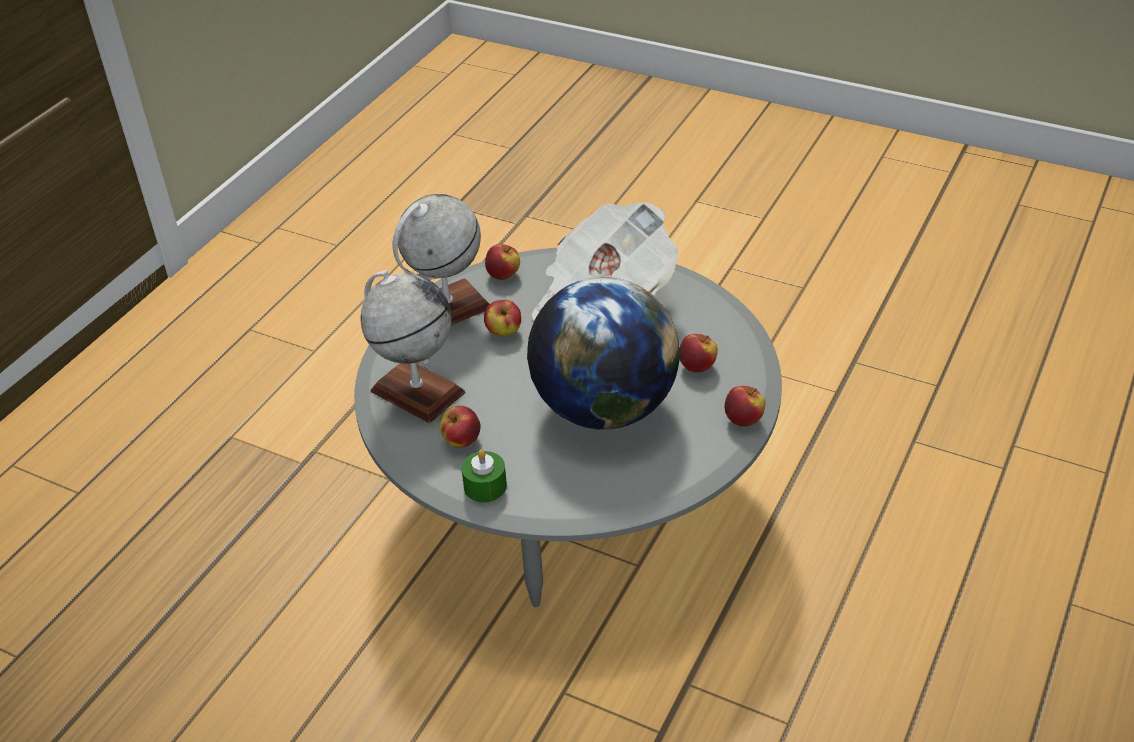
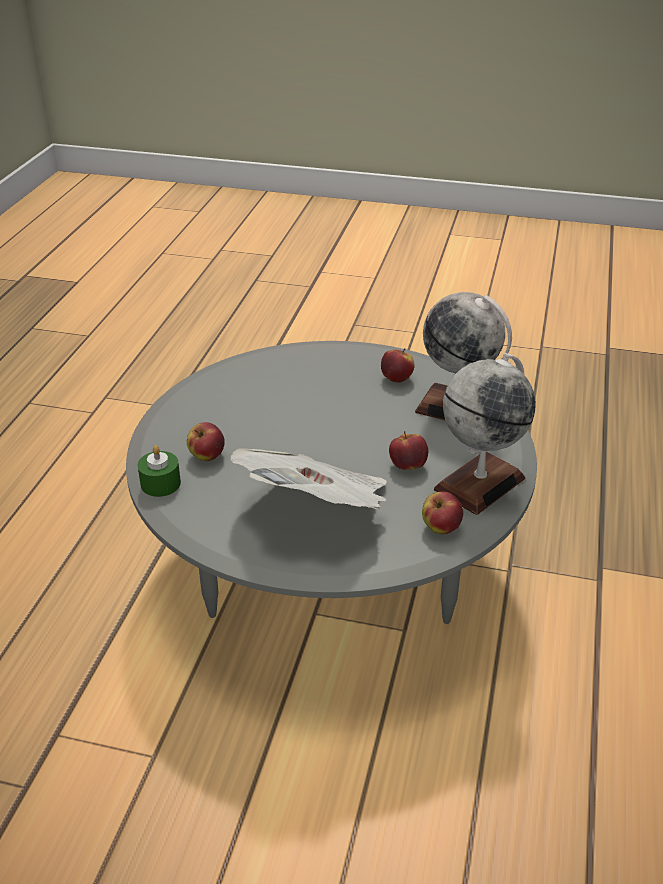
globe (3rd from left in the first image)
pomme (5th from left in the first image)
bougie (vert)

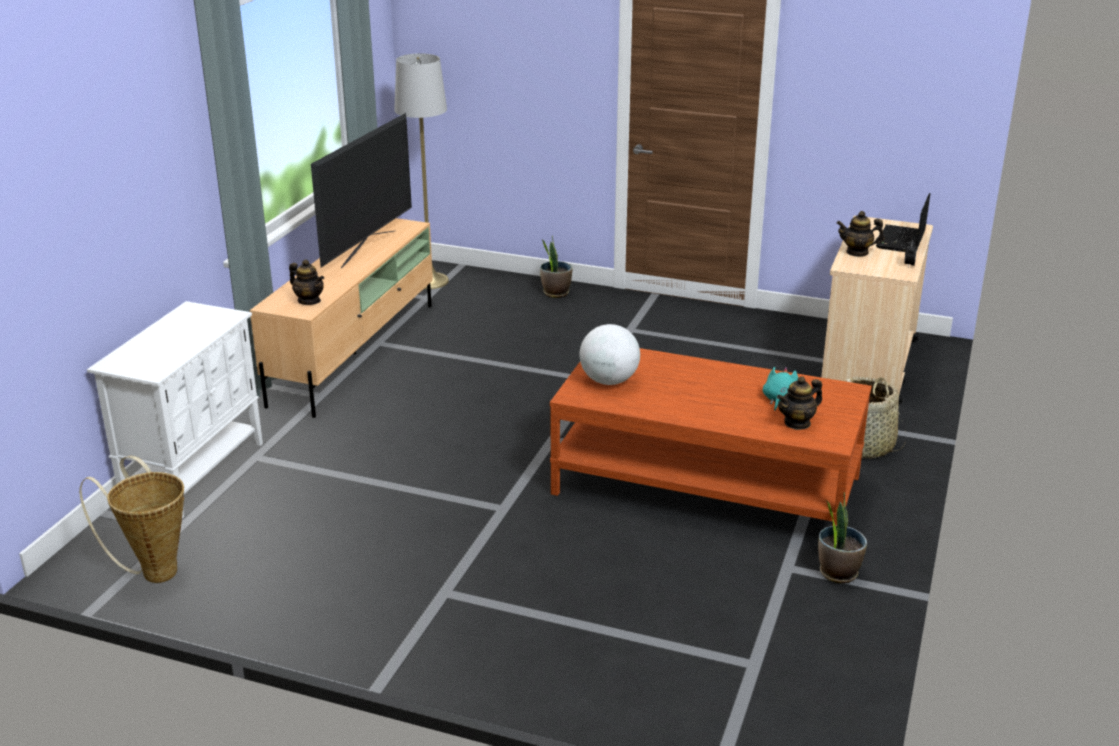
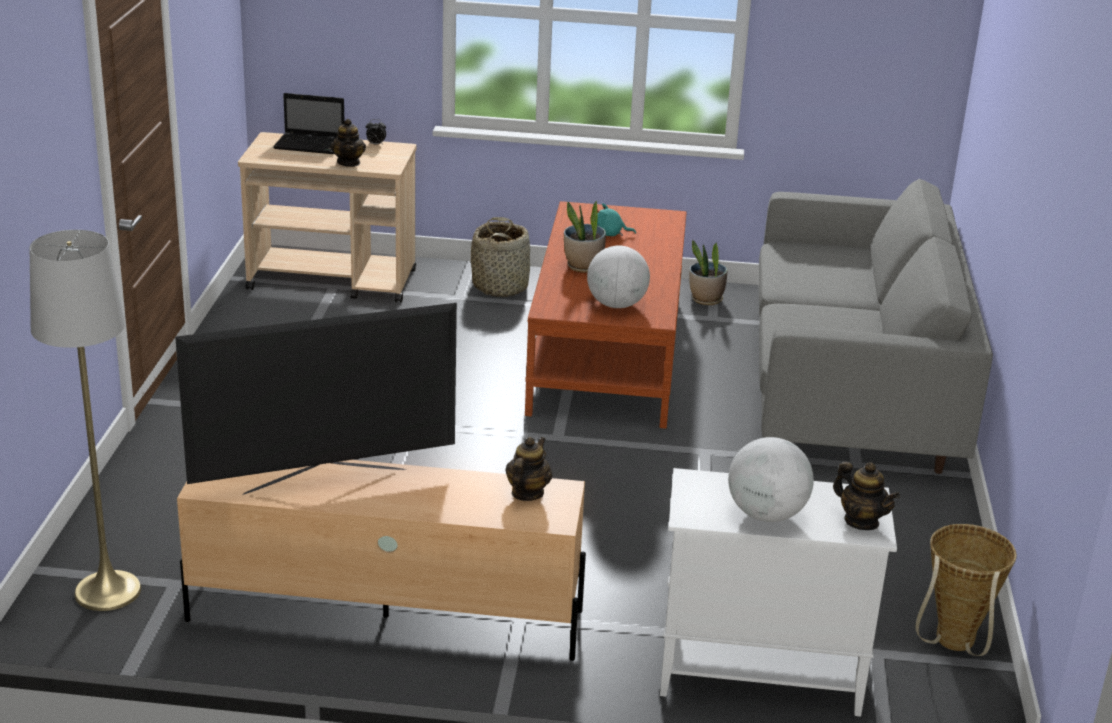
globe (2nd from left)
canapé (gris)
plante en pot (1st from left)
théière (3rd from left)
téléviseur

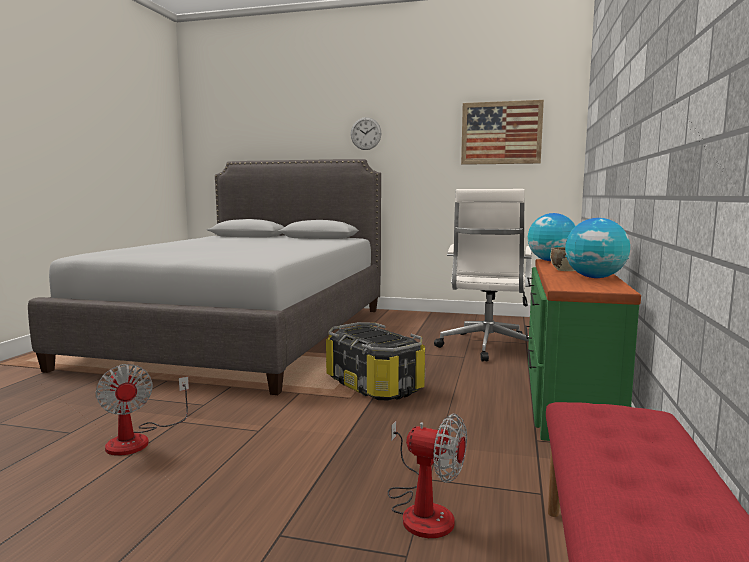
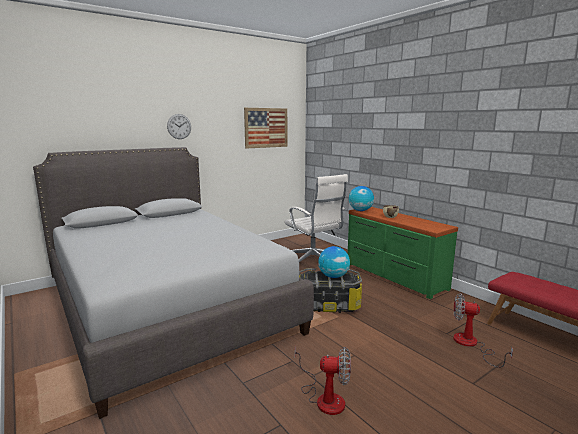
globe (1st from left)
ventilateur (2nd from left)

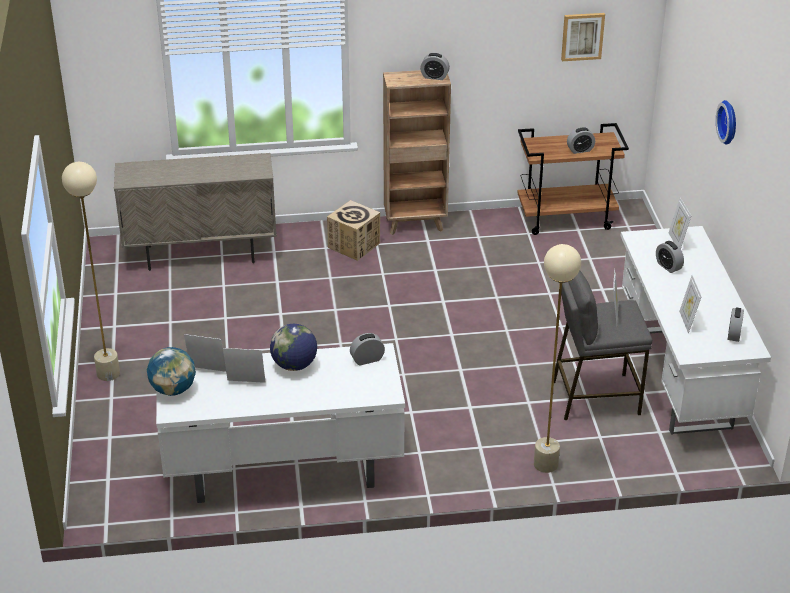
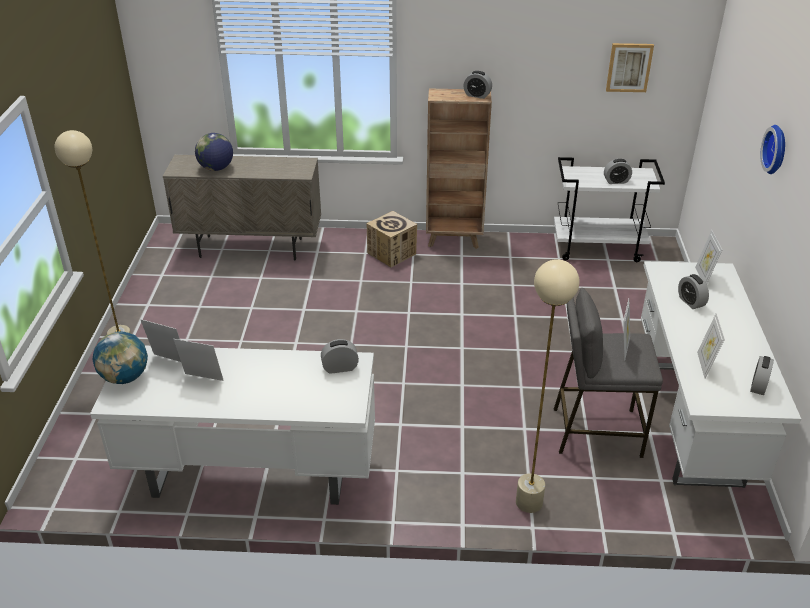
globe (2nd from left)
chariot (blanc)

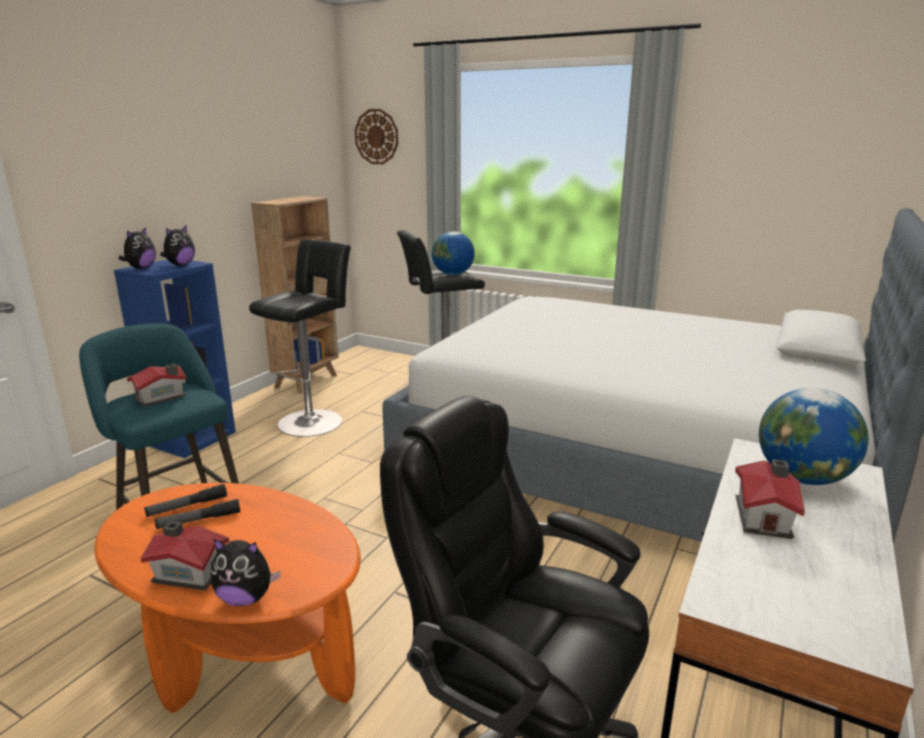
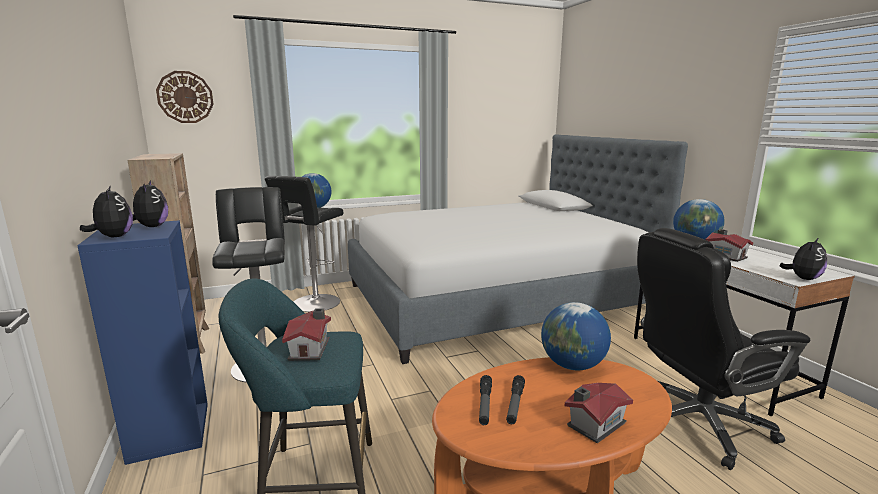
globe (2nd from left)
peluche (3rd from left)

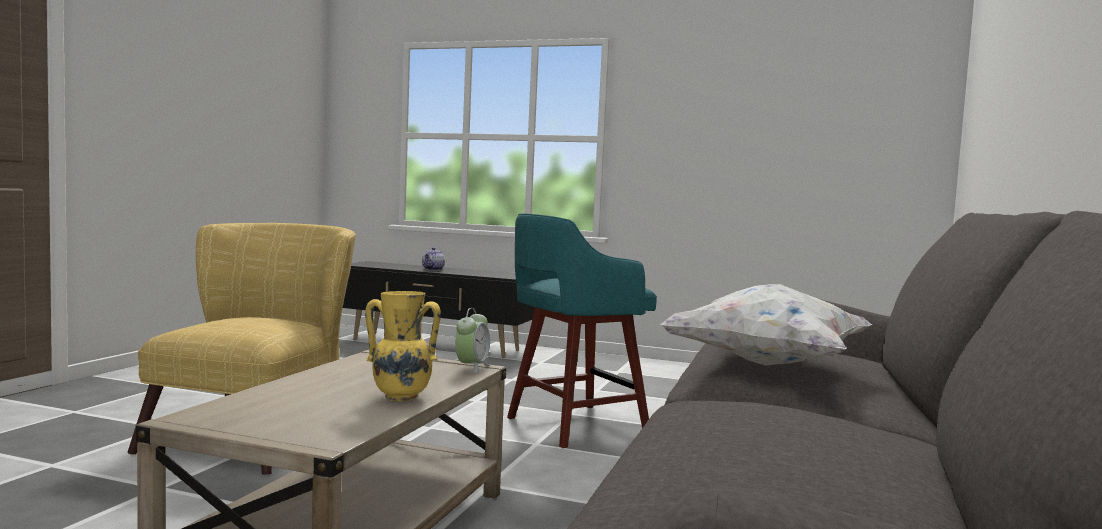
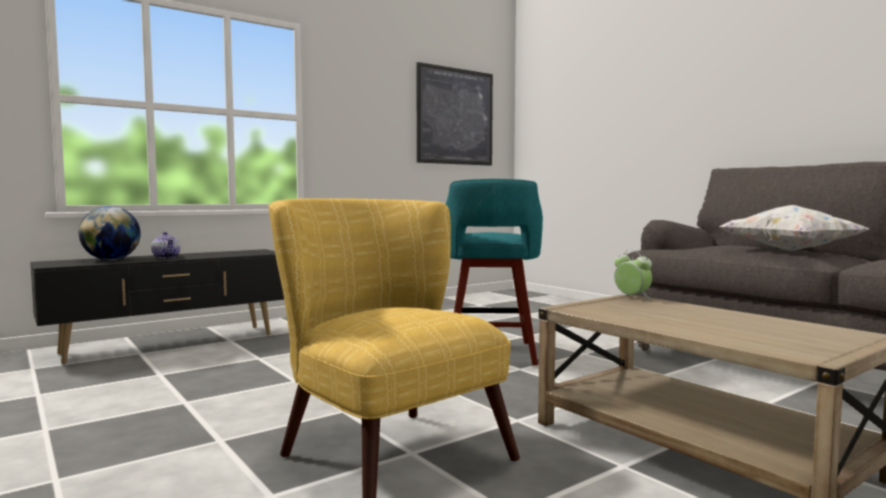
vase (jaune)
globe
tableau

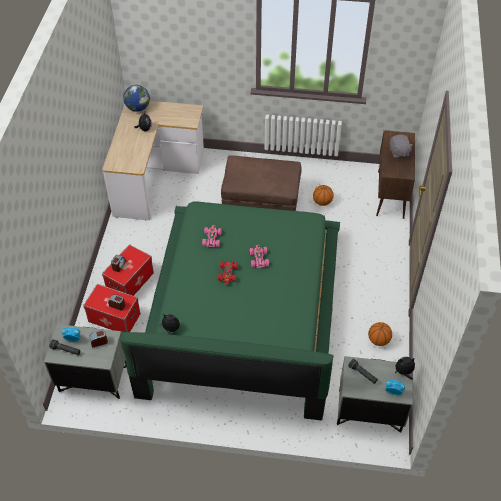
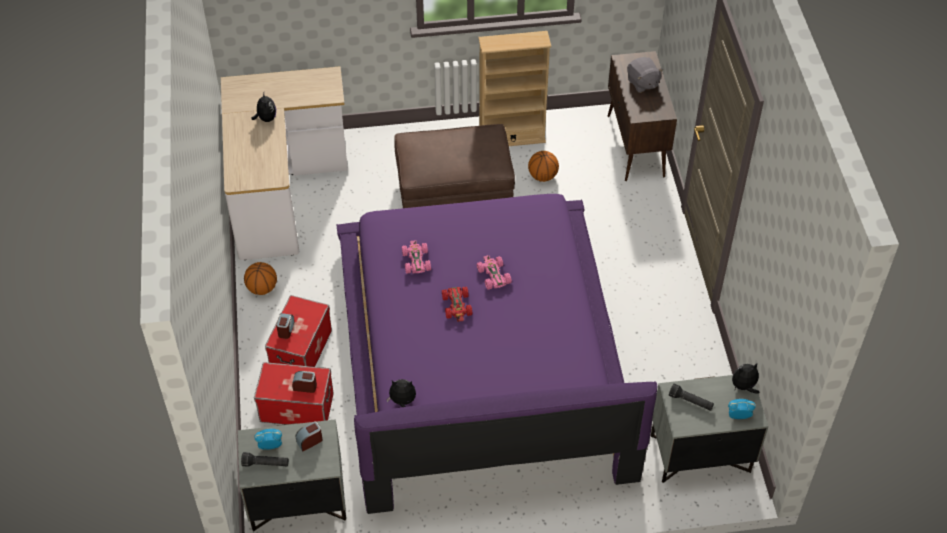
globe
bibliothèque (beige)
ballon de basket (1st from left)
lit (violet)

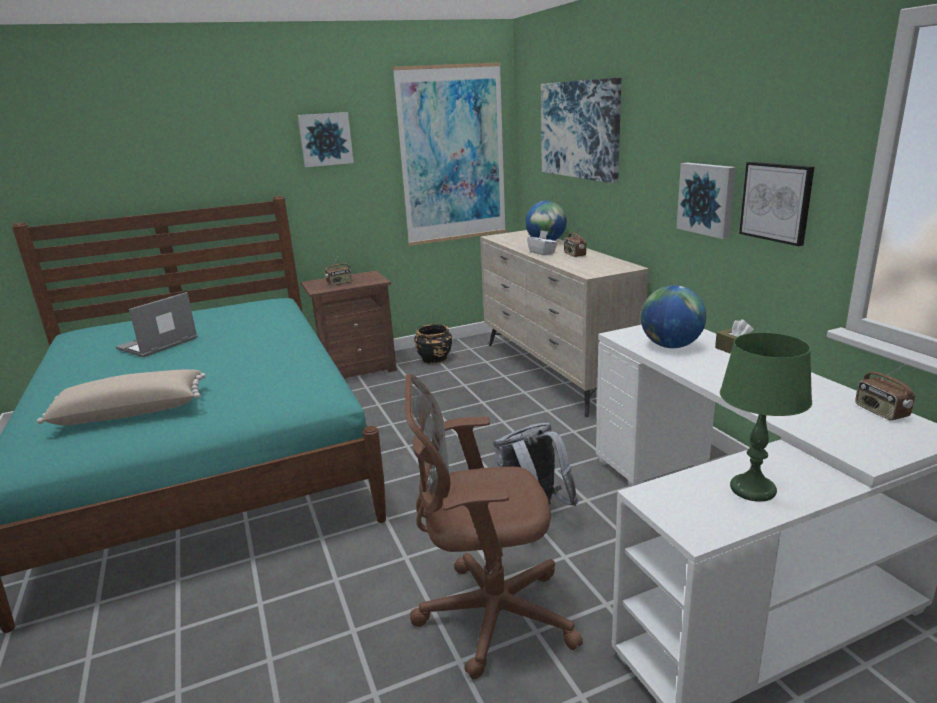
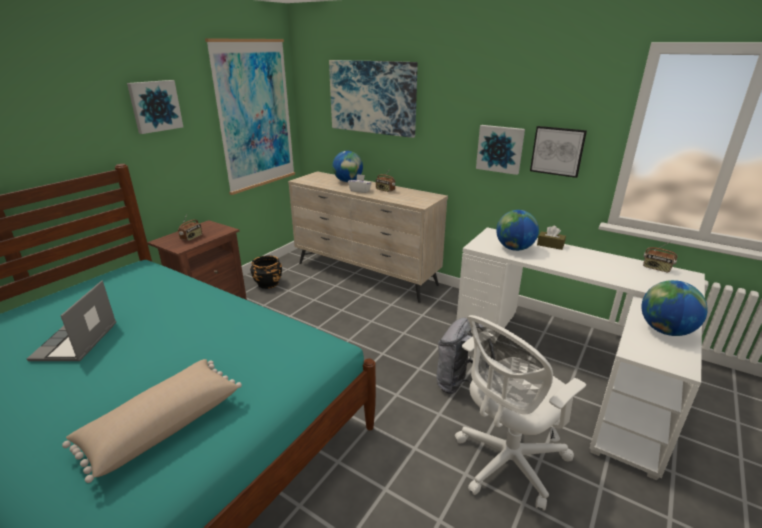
globe (3rd from left)
chaise de bureau (blanc)

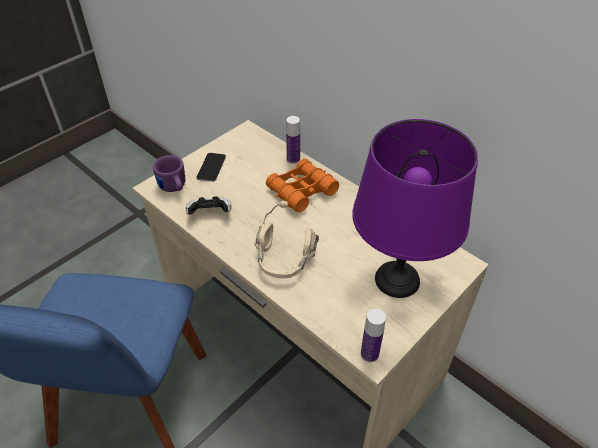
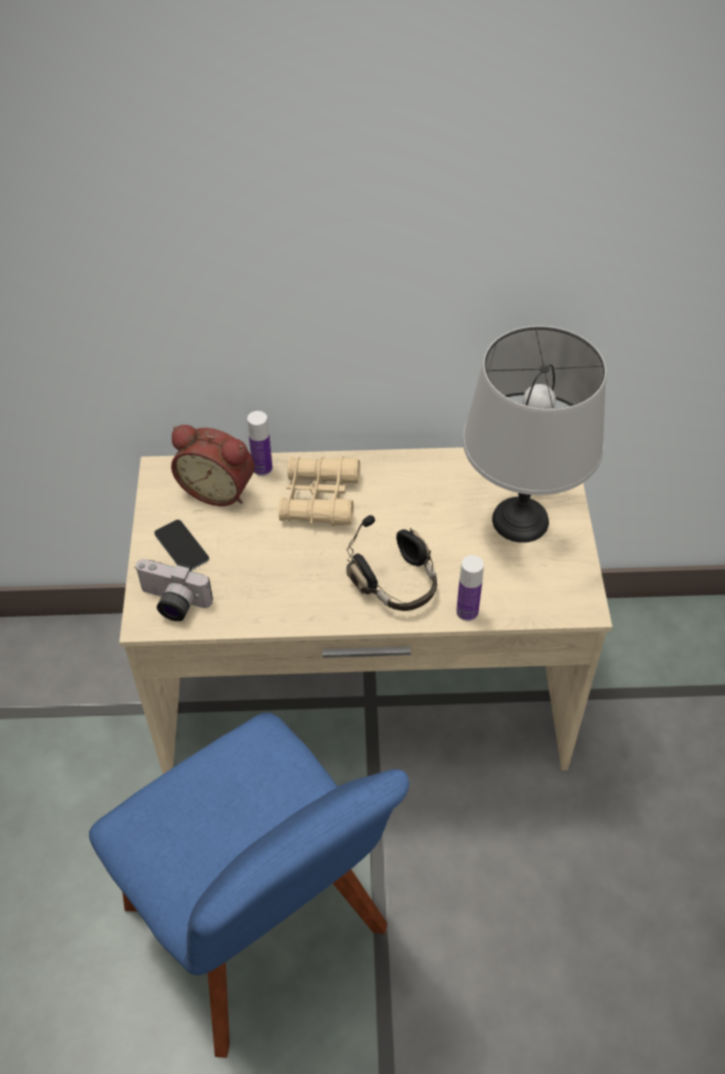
manette
réveil
bouteille (2nd from left)
appareil photo
casque audio (noir)
jumelles (beige)
lampe de table (gris)

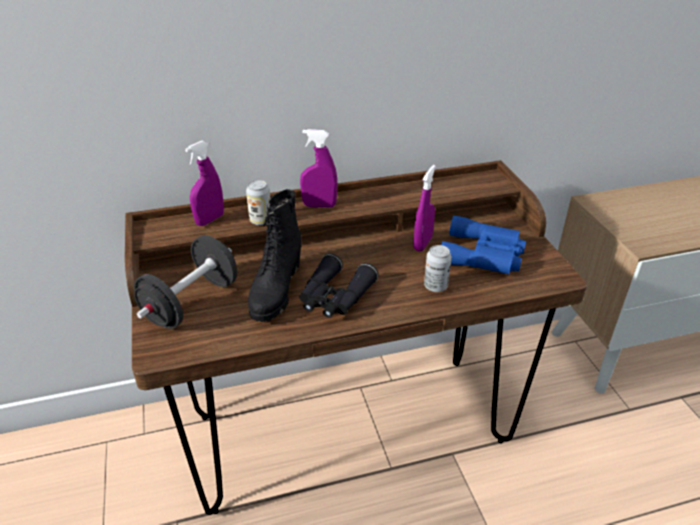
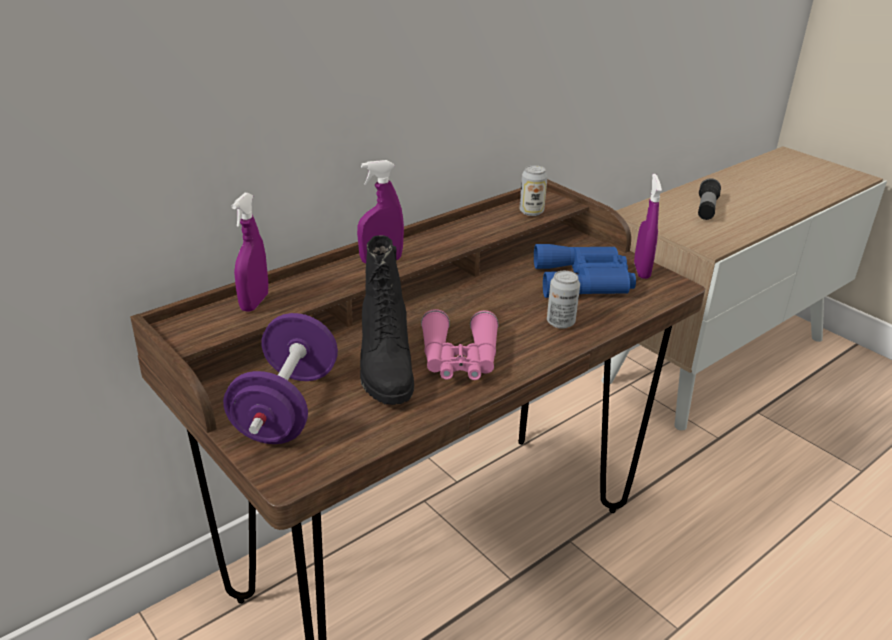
lampe de poche
boîte métallique (1st from left)
vaporisateur (violet) (3rd from left)
haltère (violet)
jumelles (rose)

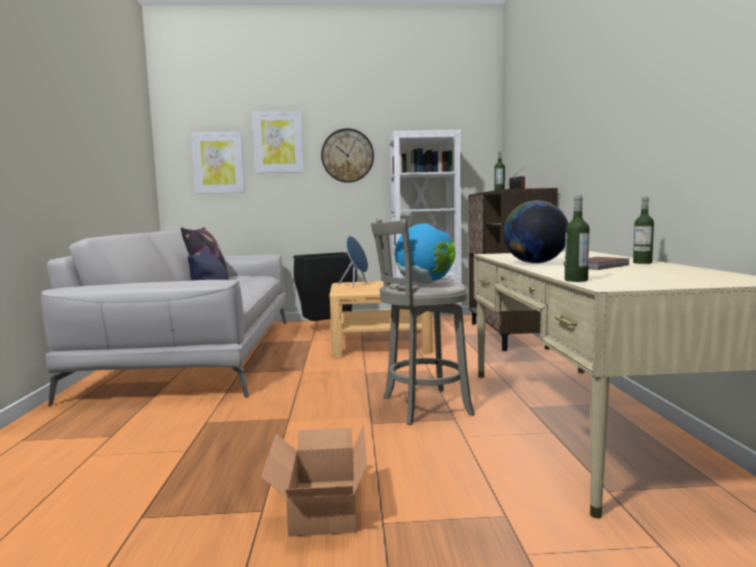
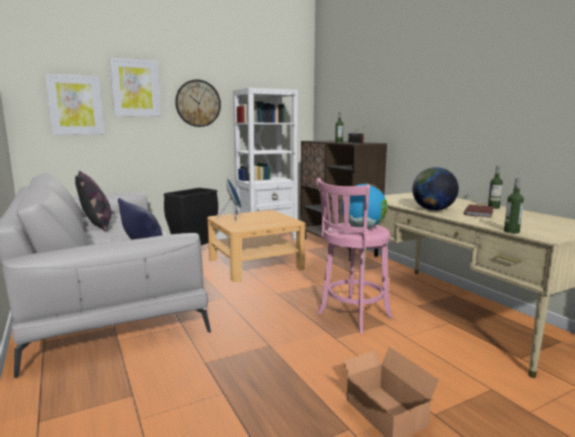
tabouret (rose)

